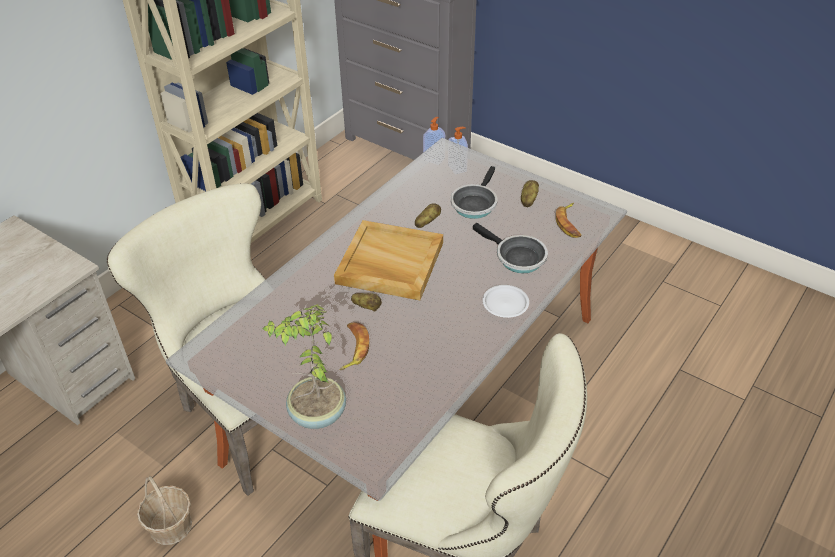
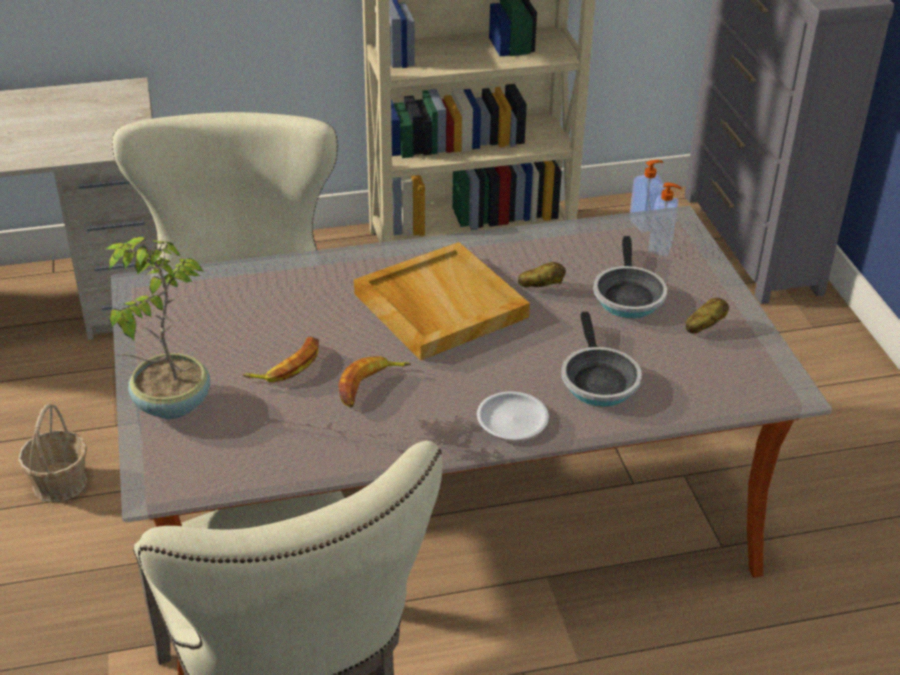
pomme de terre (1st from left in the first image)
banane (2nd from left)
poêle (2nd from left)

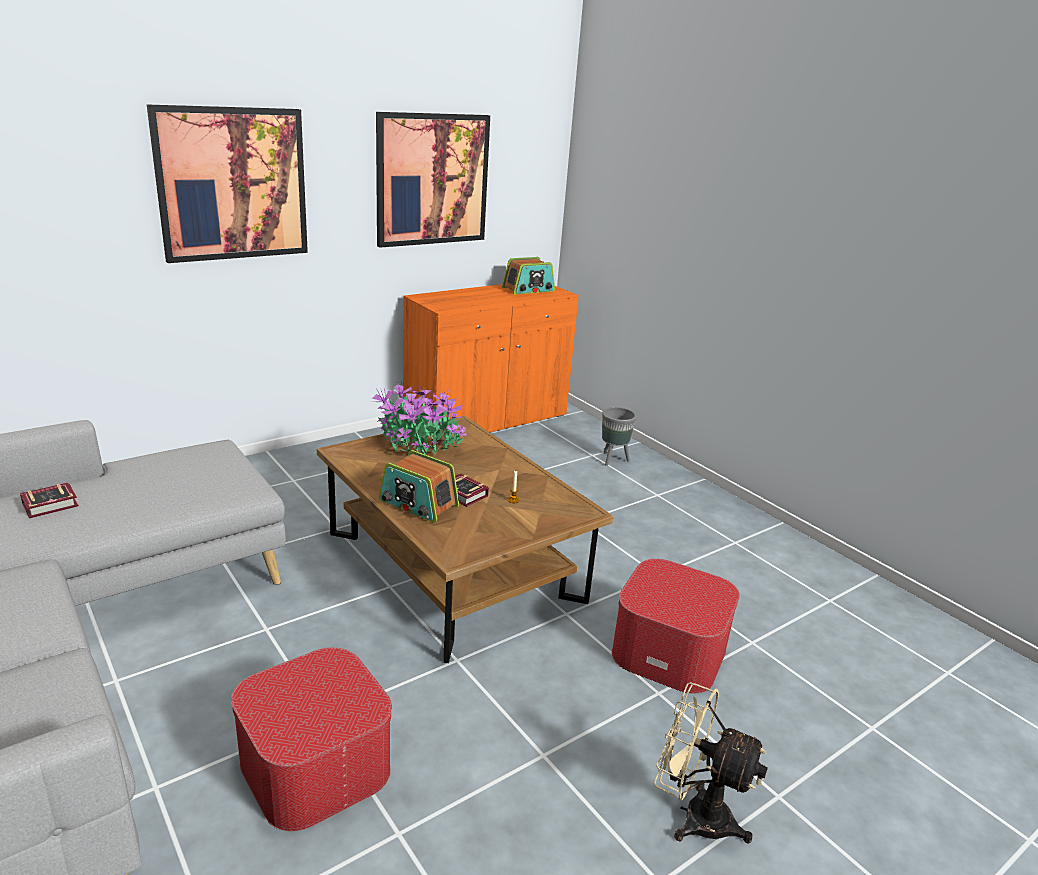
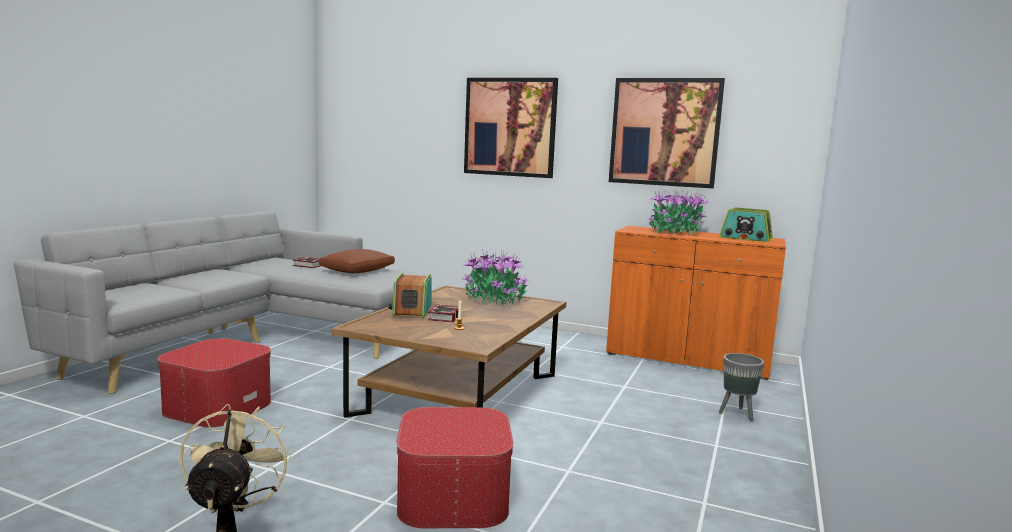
coussin (marron)
plante en pot (2nd from left)

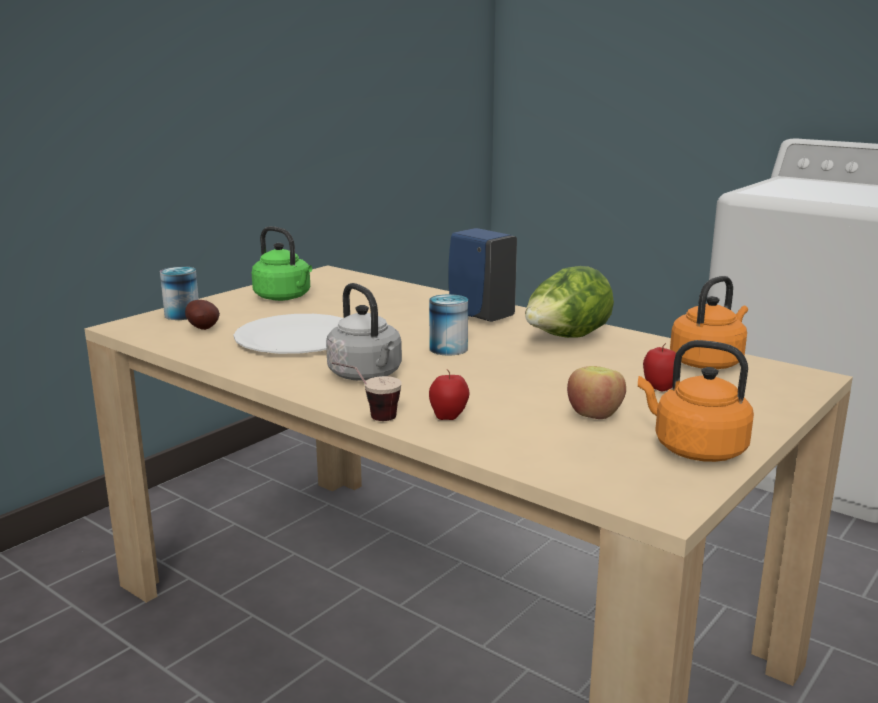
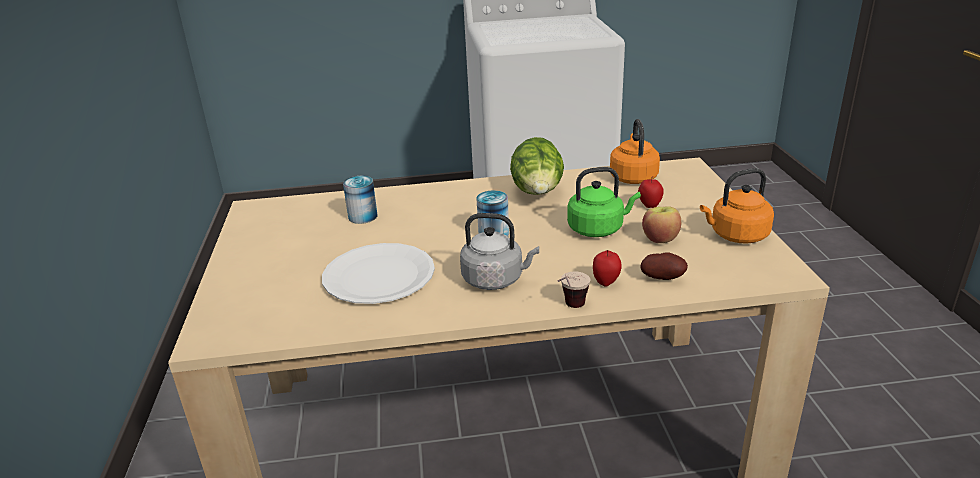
distributeur de savon (bleu)
boîte métallique (1st from left)
pomme de terre
bouilloire (vert)

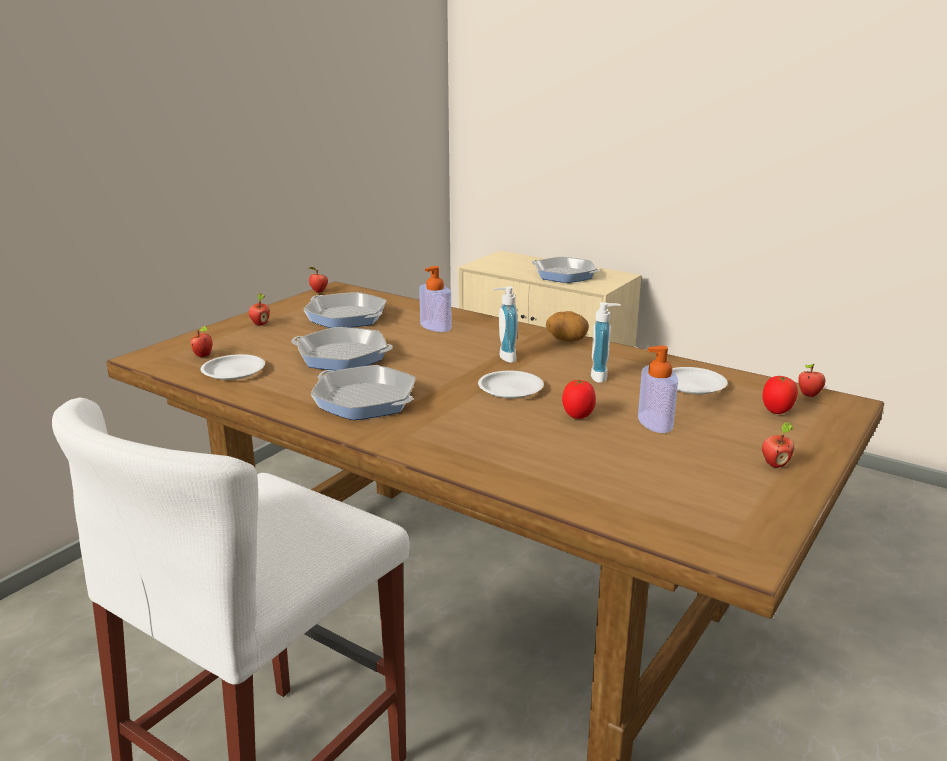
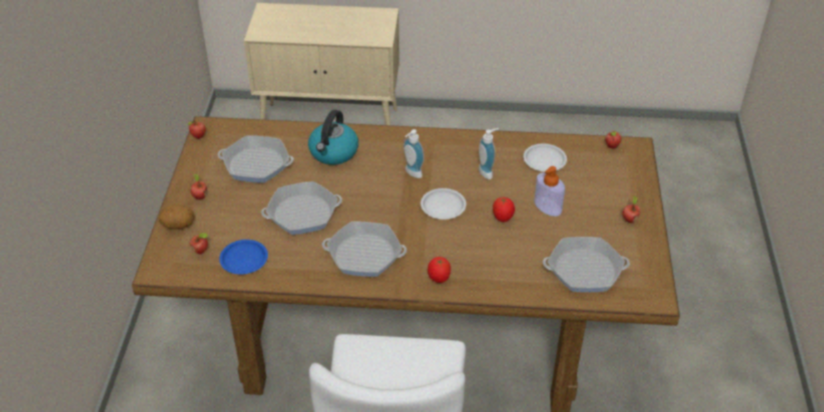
poêle (4th from left)
pomme de terre
tomate (1st from left)
bouilloire
assiette (bleu)

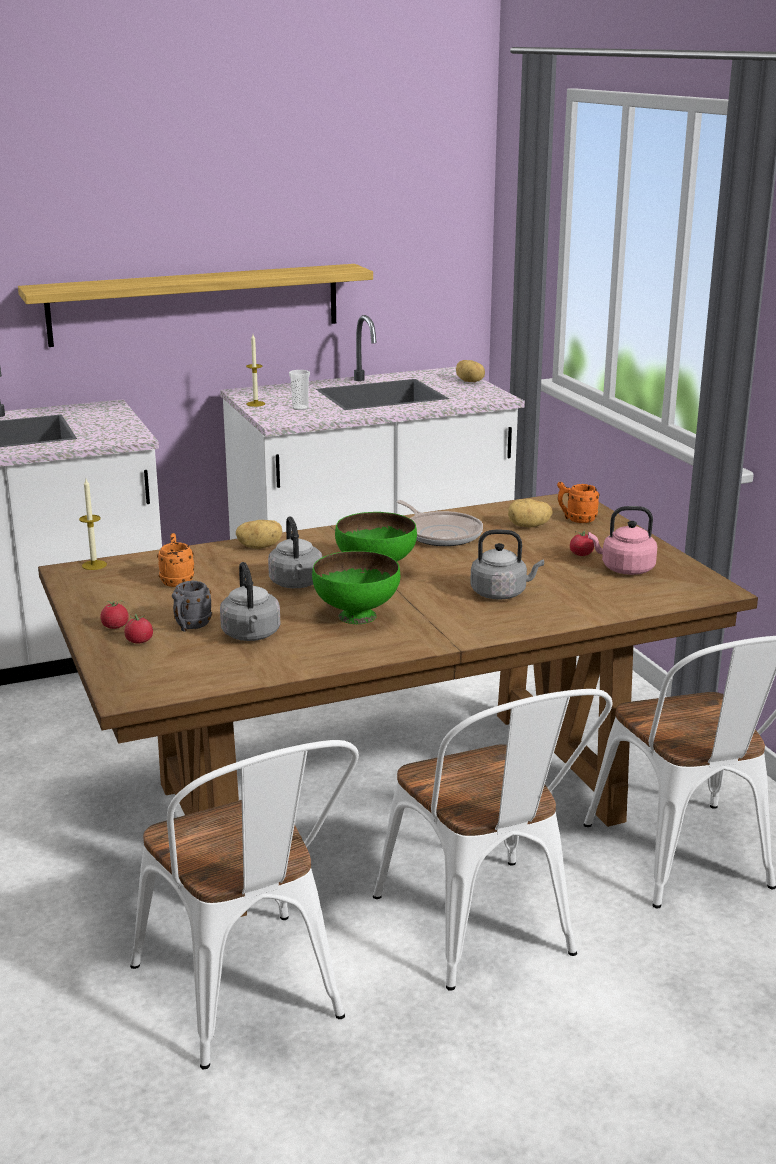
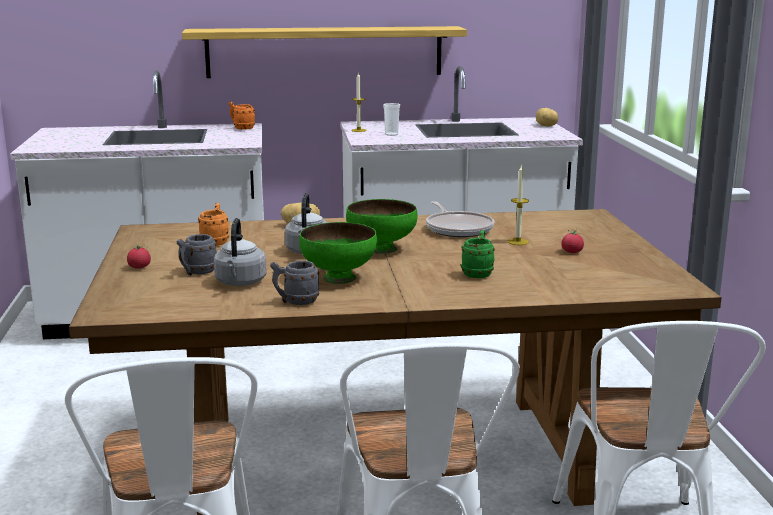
tomate (2nd from left in the first image)
pomme de terre (3rd from left in the first image)
bouilloire (rose)
mug (gris) (2nd from left)
bougie (2nd from left)
mug (orange) (2nd from left)
mug (vert)

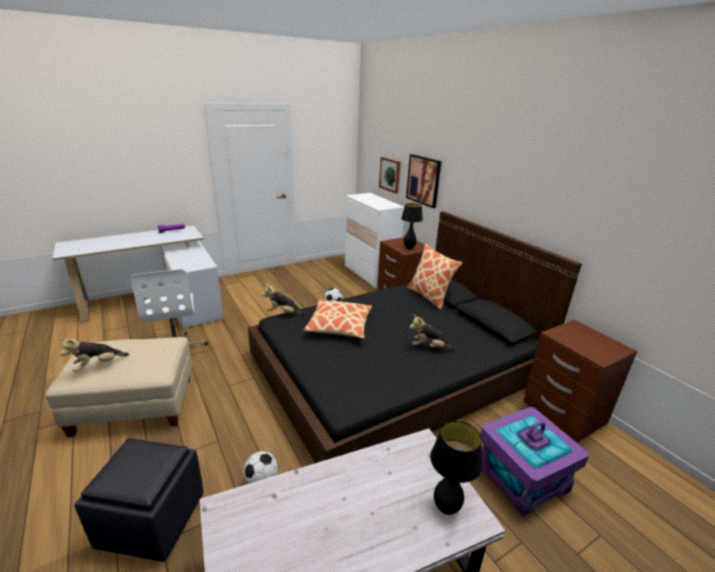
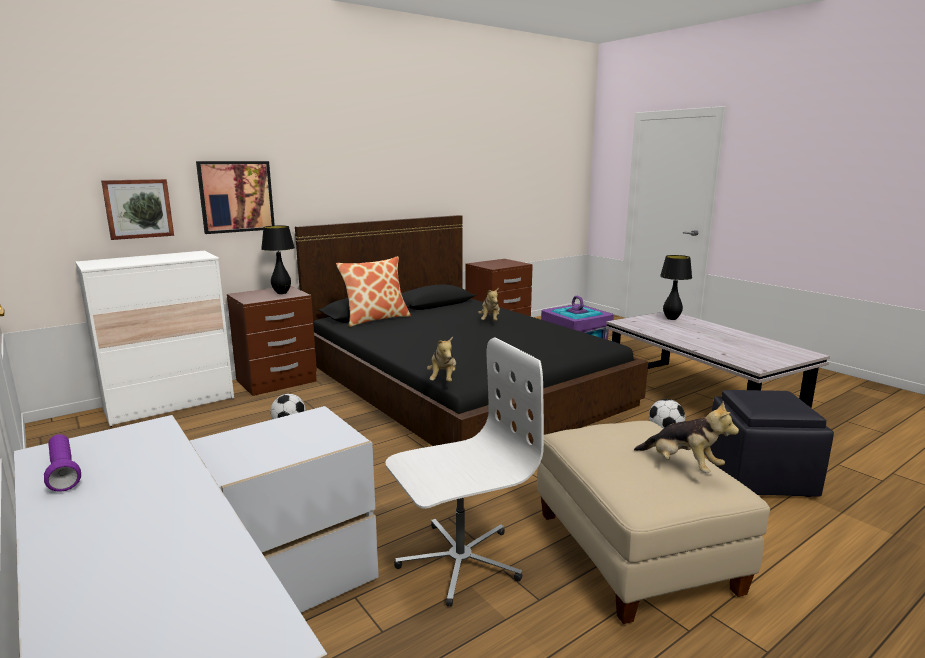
coussin (1st from left in the first image)

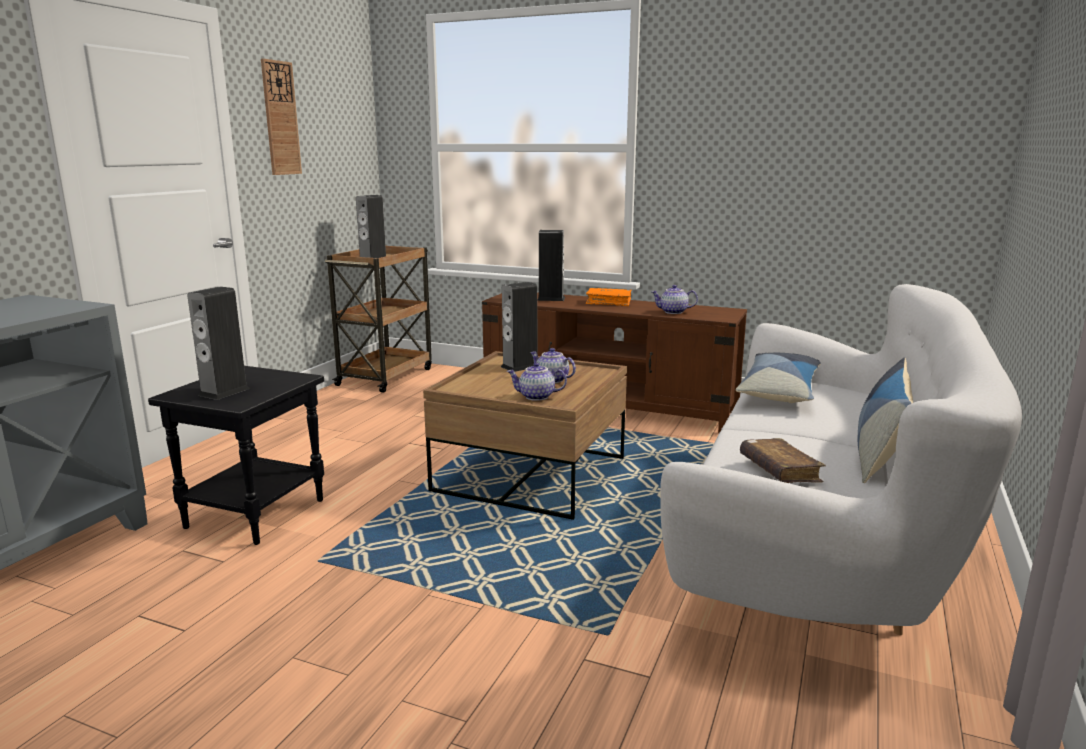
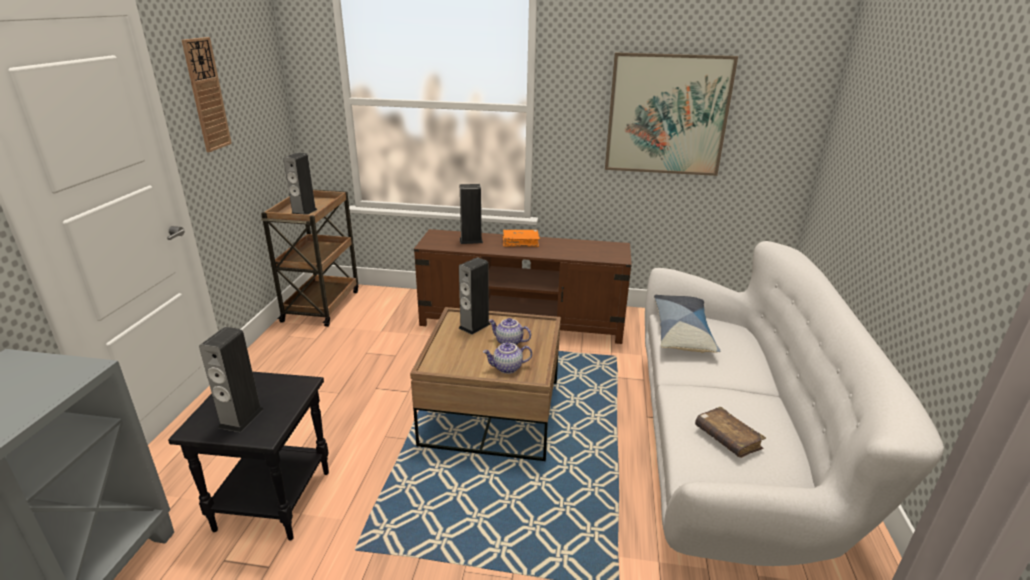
théière (3rd from left in the first image)
coussin (2nd from left in the first image)
tableau

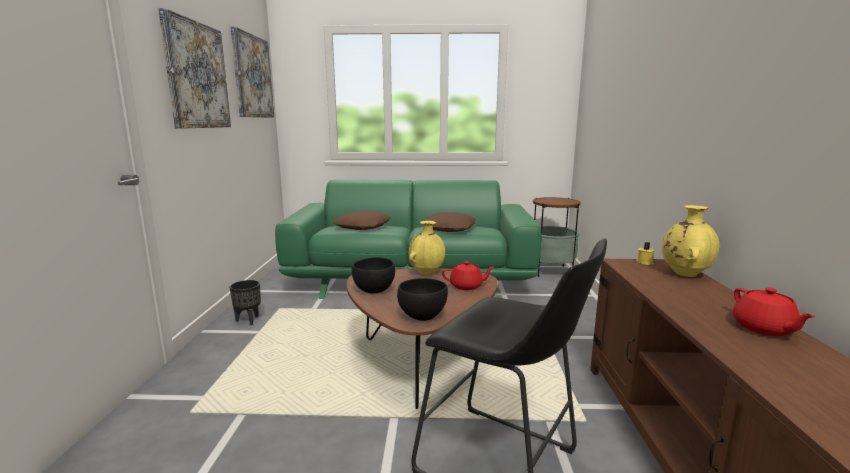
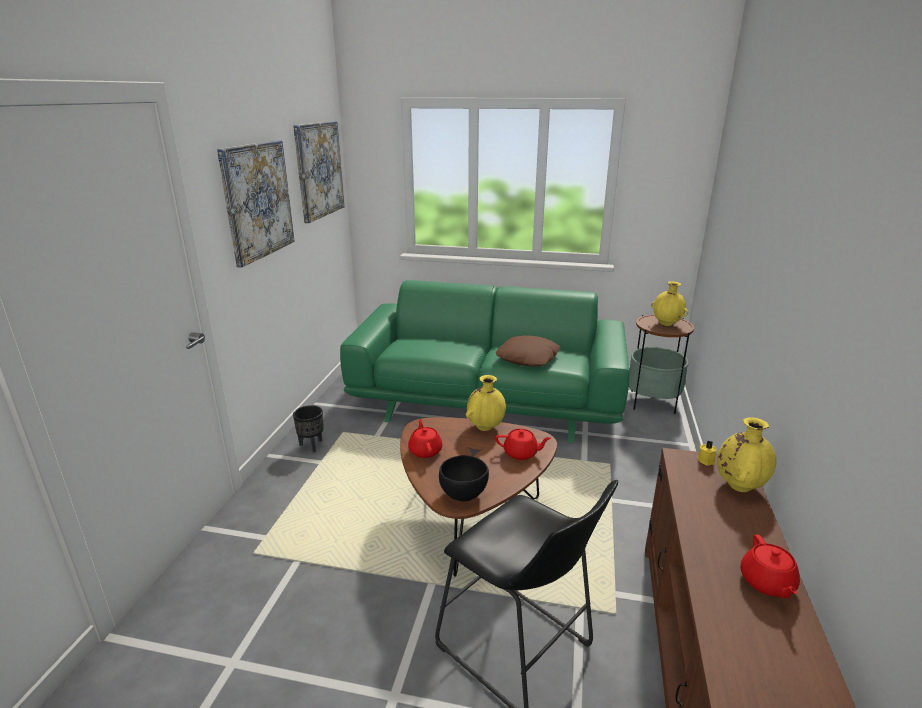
coussin (marron) (1st from left in the first image)
vase (jaune) (2nd from left)
théière (rouge) (1st from left)

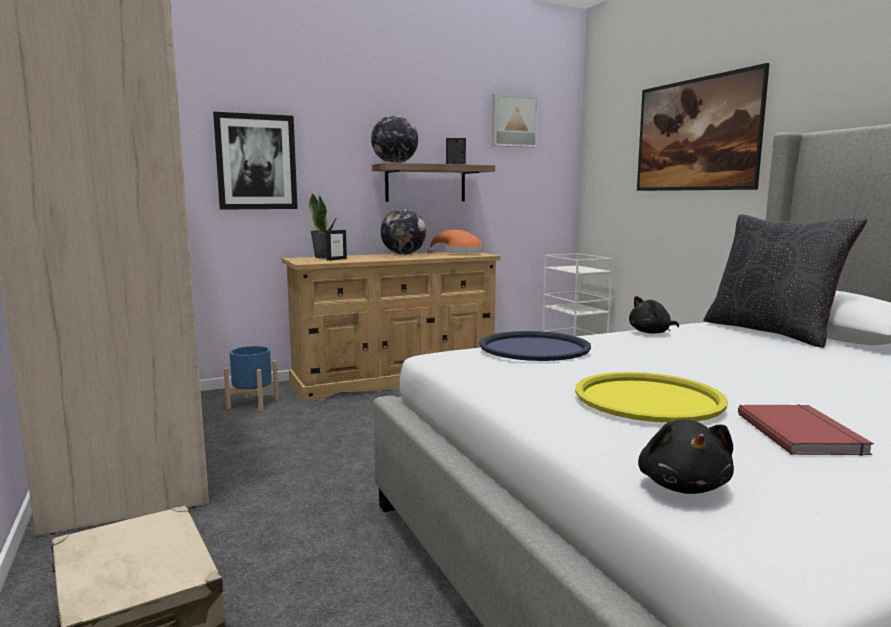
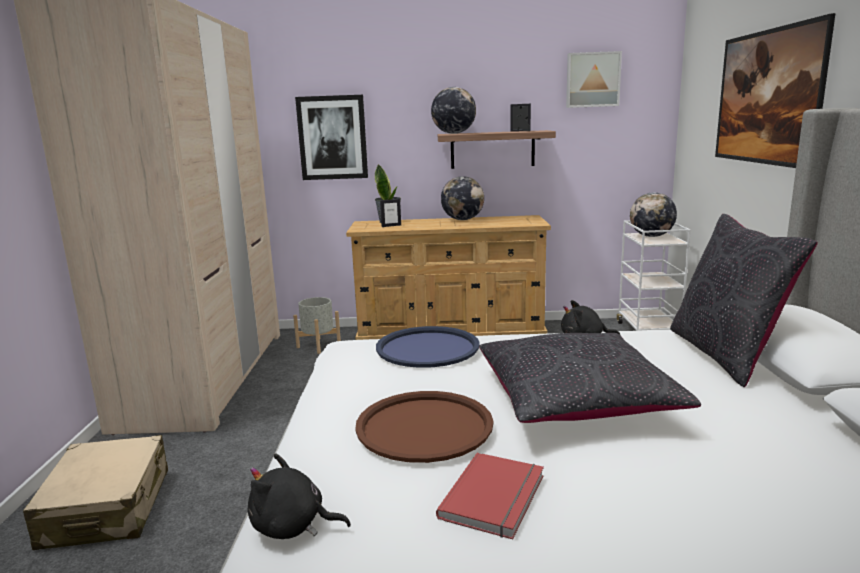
chapeau (orange)
coussin (noir) (1st from left)
globe (3rd from left)
cache-pot (gris)
plateau (marron)
peluche (noir) (1st from left)

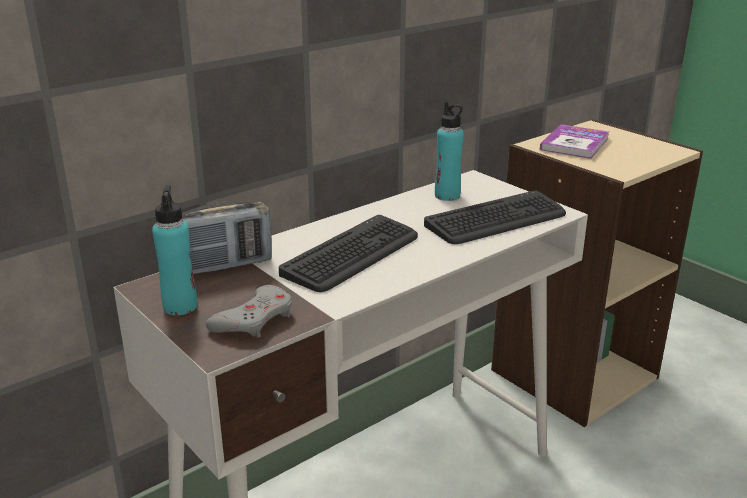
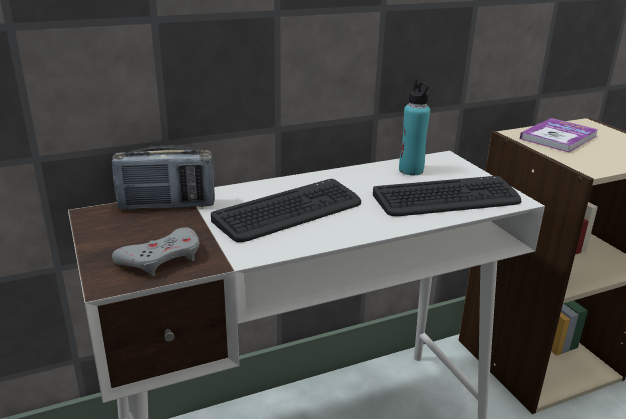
bouteille (turquoise) (1st from left in the first image)

